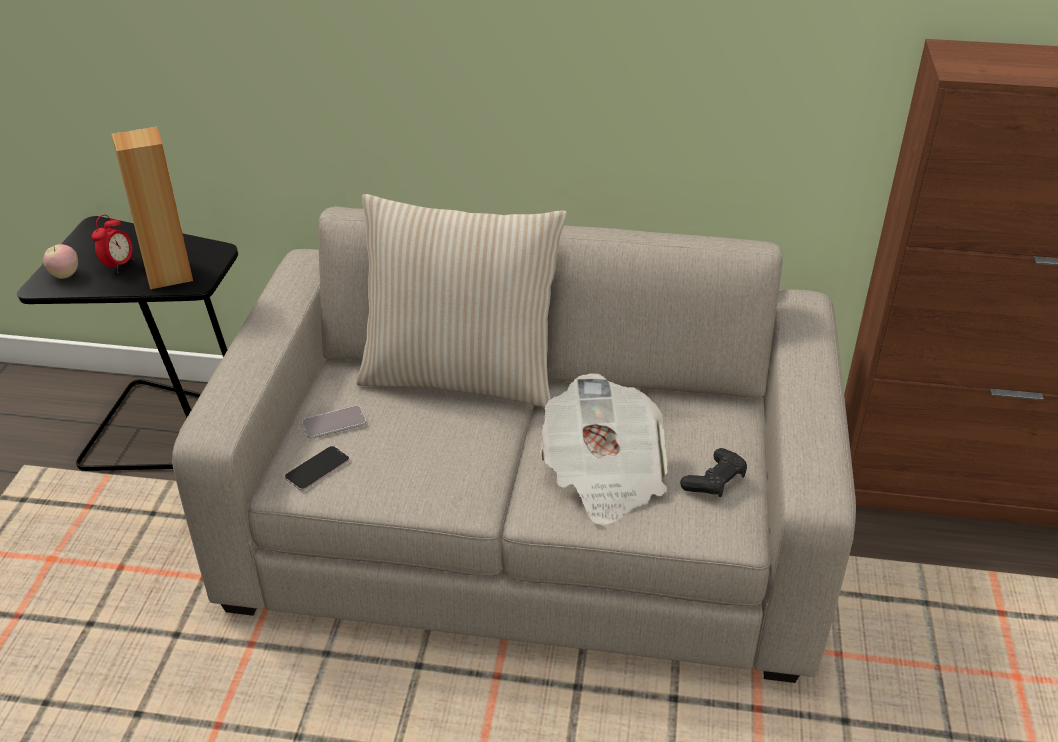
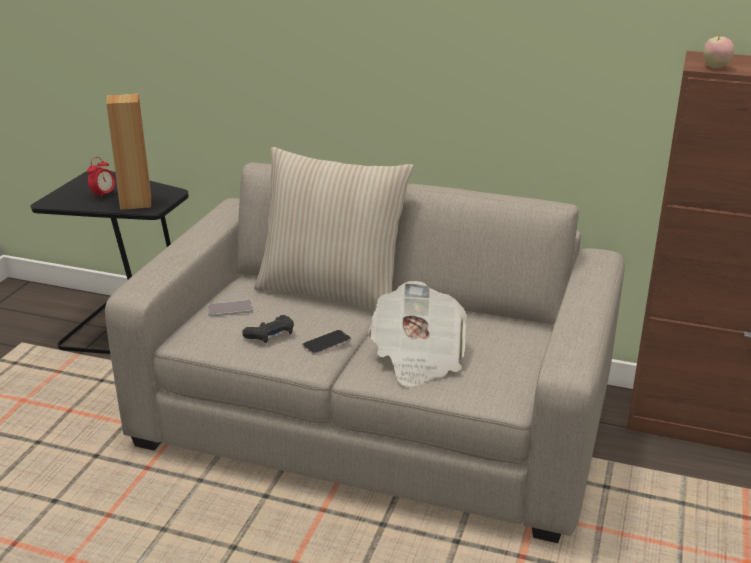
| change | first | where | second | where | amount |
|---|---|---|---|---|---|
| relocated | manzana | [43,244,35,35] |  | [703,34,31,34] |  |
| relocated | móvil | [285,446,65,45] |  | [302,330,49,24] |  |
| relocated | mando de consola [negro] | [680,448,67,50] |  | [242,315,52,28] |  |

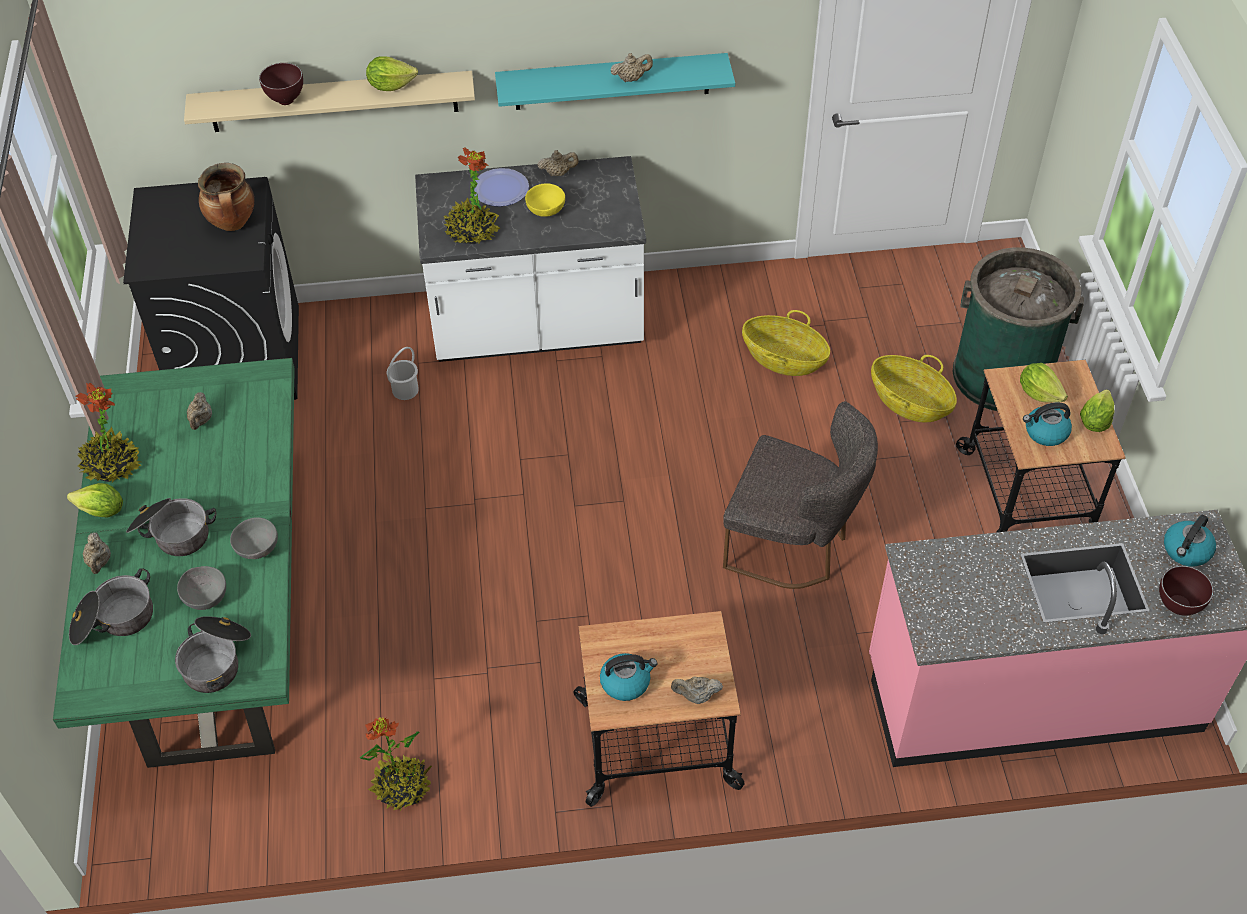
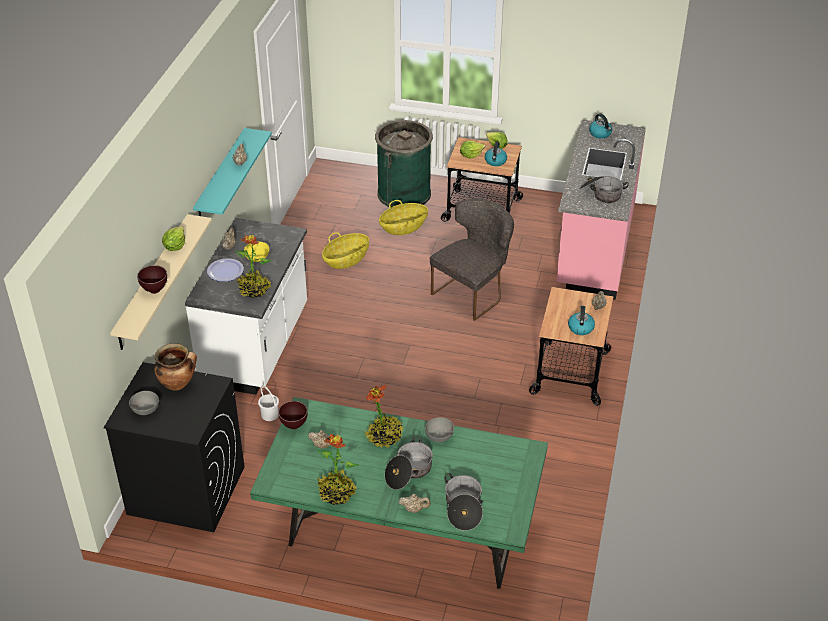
| change | first | where | second | where | amount |
|---|---|---|---|---|---|
| missing | lechuga | [67,483,56,34] |  |  |  |
| relocated | olla | [175,616,76,77] |  | [580,176,49,27] |  |
| relocated | cuenco [gris] | [177,566,49,44] |  | [129,391,30,24] |  |
| relocated | planta en maceta | [360,717,72,94] |  | [364,385,39,63] |  |
| relocated | cuenco [marrón] | [1159,566,55,50] |  | [278,401,30,28] |  |

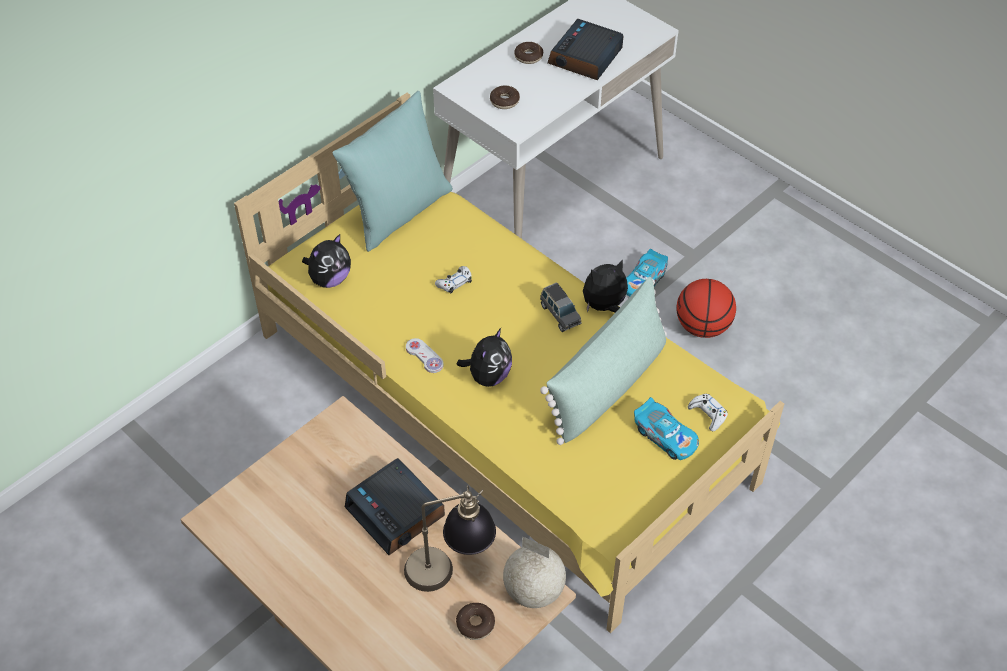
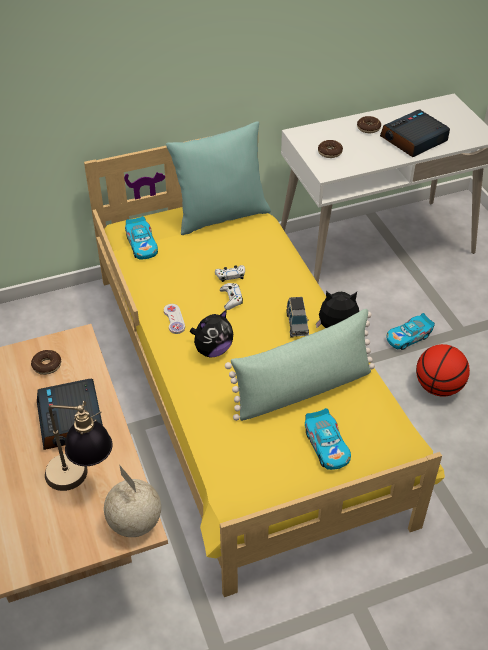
| change | first | where | second | where | amount |
|---|---|---|---|---|---|
| exchanged | peluche | [302,234,49,54] | coche de juguete | [125,216,33,44] |  |
| relocated | rosquilla | [456,603,39,37] |  | [31,350,30,25] |  |
| relocated | mando de consola [blanco] | [688,394,40,37] |  | [220,283,23,27] |  |

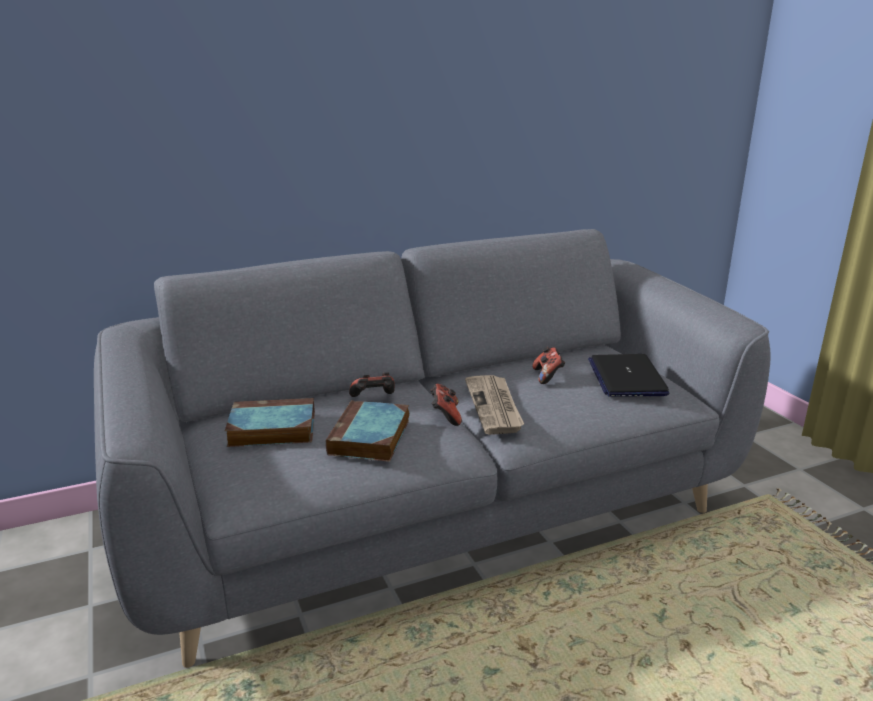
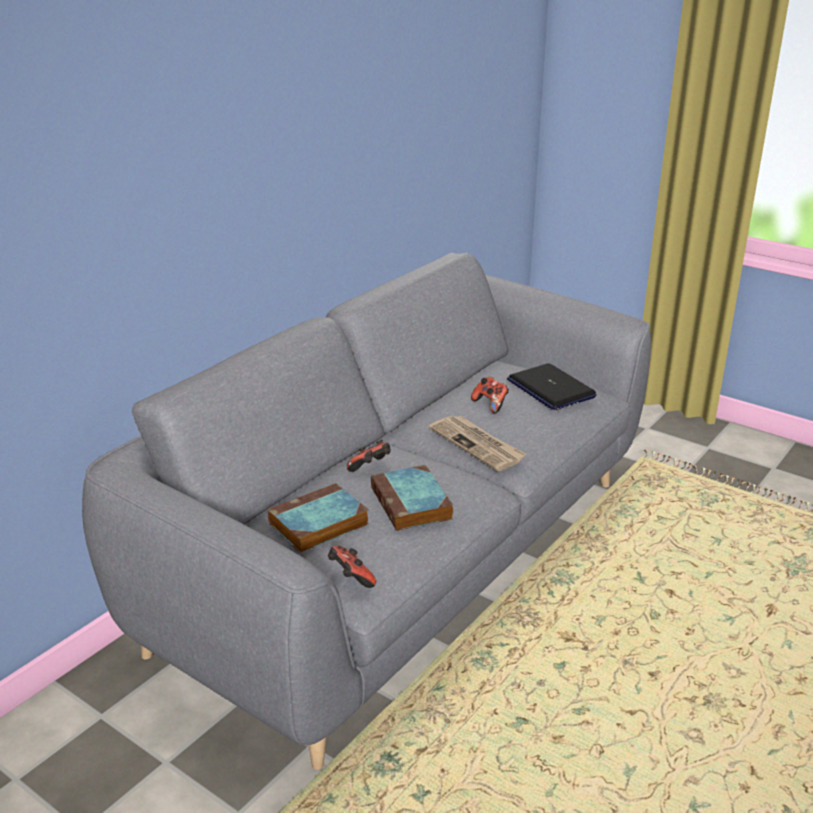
| change | first | where | second | where | amount |
|---|---|---|---|---|---|
| relocated | mando de consola | [430,384,32,42] |  | [328,546,48,42] |  |

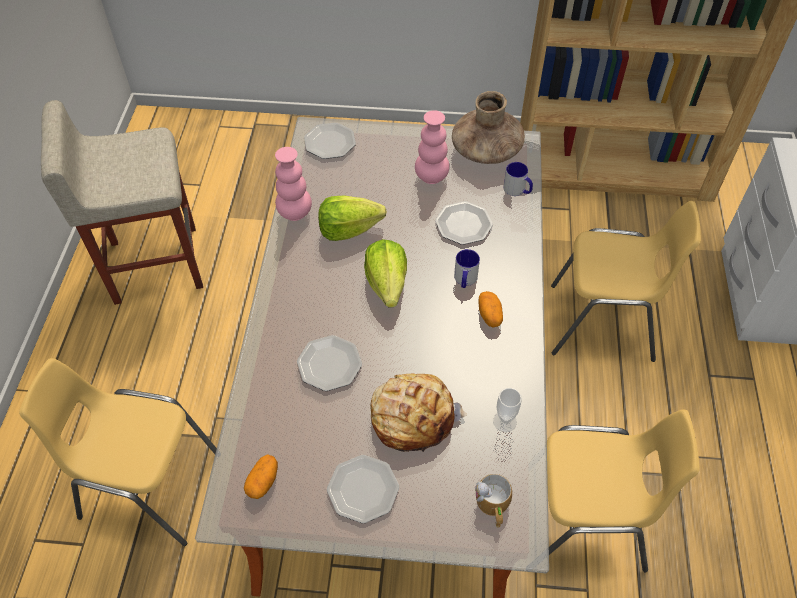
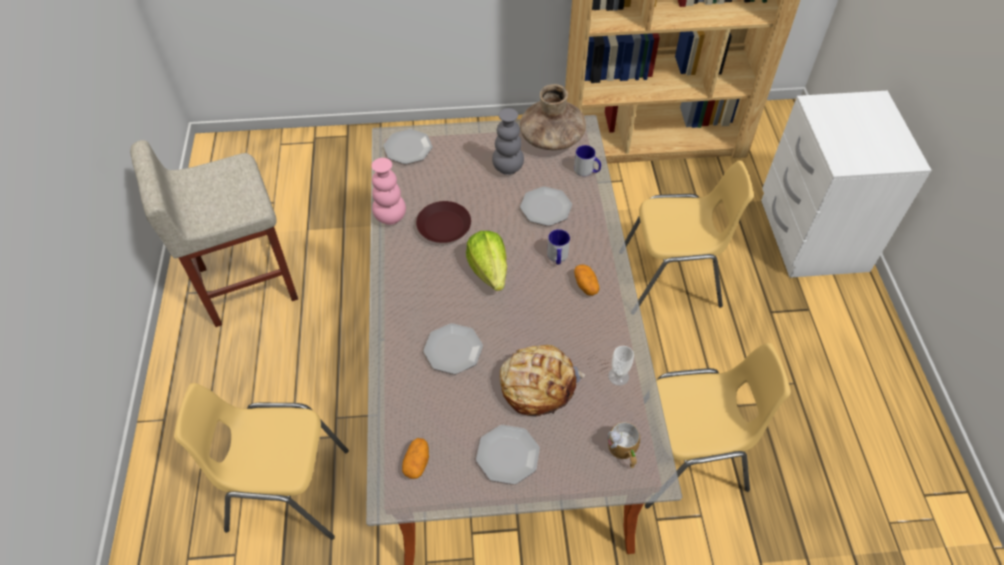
| change | first | where | second | where | amount |
|---|---|---|---|---|---|
| exchanged | lechuga | [318,195,69,46] | plato [marrón] | [416,201,55,42] |  |
| colour | florero [rosa] | [415,110,35,74] | florero [gris] | [492,108,32,67] |  |

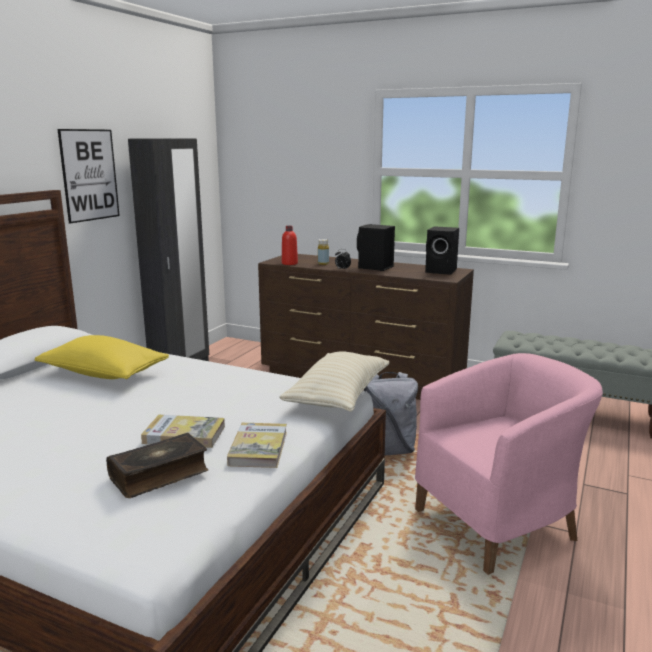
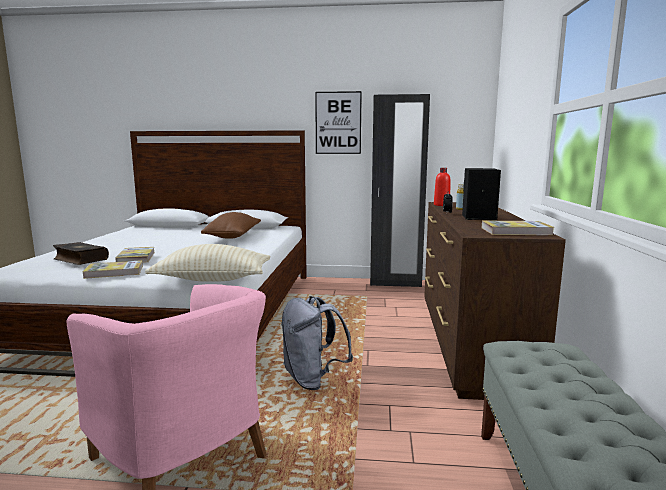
| change | first | where | second | where | amount |
|---|---|---|---|---|---|
| colour | cojín [amarillo] | [34,335,135,44] | cojín [marrón] | [201,212,60,27] |  |
| exchanged | altavoz [negro] | [425,226,34,48] | libro | [482,221,72,14] |  |

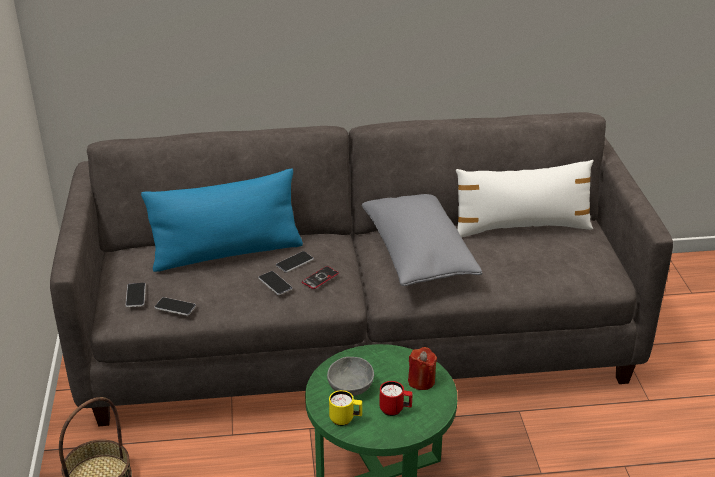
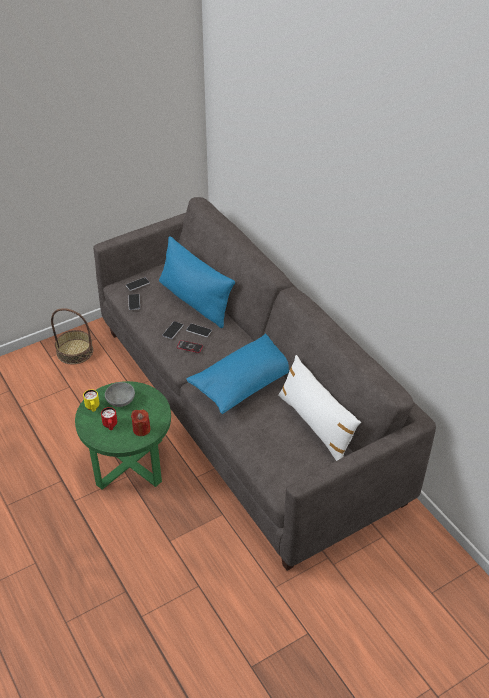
| change | first | where | second | where | amount |
|---|---|---|---|---|---|
| colour | cojín [gris] | [362,194,121,92] | cojín [azul] | [186,334,103,80] |  |

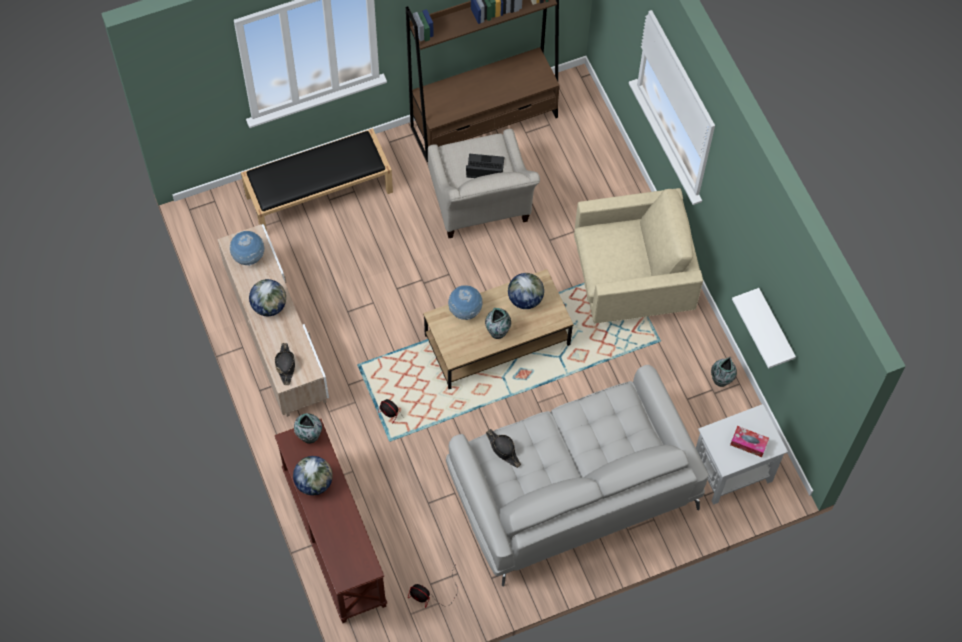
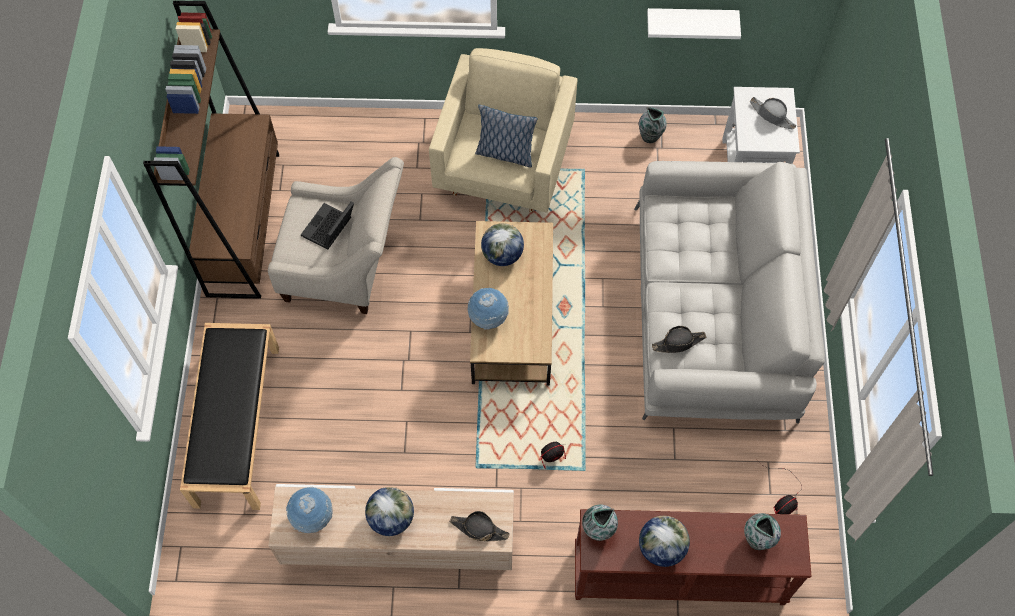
| change | first | where | second | where | amount |
|---|---|---|---|---|---|
| relocated | florero | [485,308,26,31] |  | [744,513,37,37] |  |
| exchanged | caja de pañuelos | [730,426,39,31] | sombrero [gris] | [750,97,46,33] |  |
| appeared |  |  | cojín | [475,104,62,64] |  |

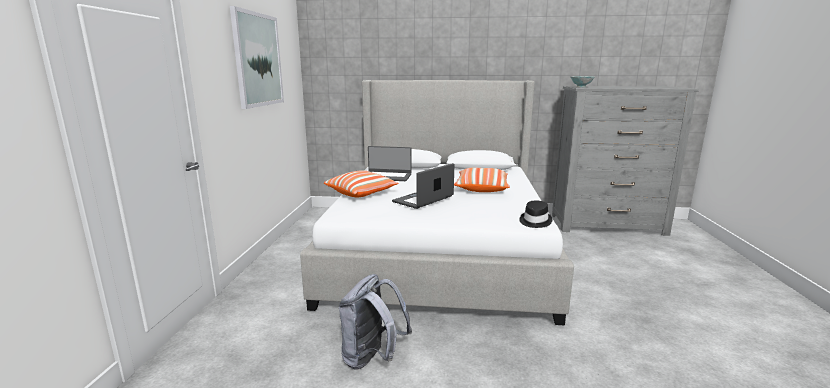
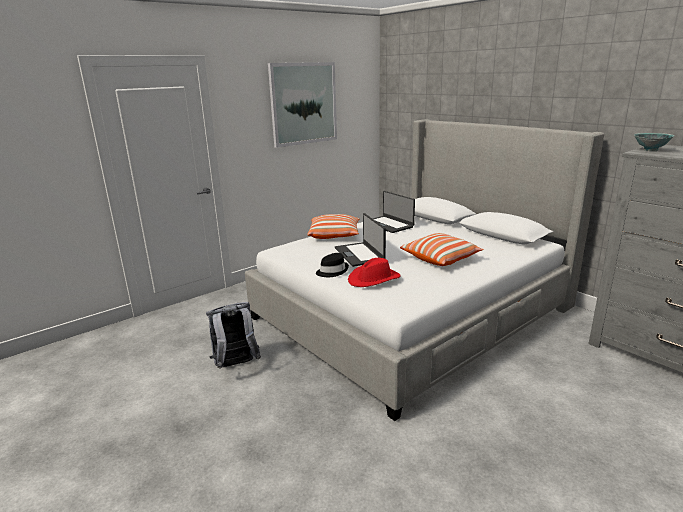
| change | first | where | second | where | amount |
|---|---|---|---|---|---|
| spun | portátil | [392,163,62,46] |  | [335,213,51,54] | 105 degrees counterclockwise |
| relocated | sombrero [negro] | [519,201,33,27] |  | [316,253,33,24] |  |
| appeared |  |  | sombrero [rojo] | [348,258,52,29] |  |

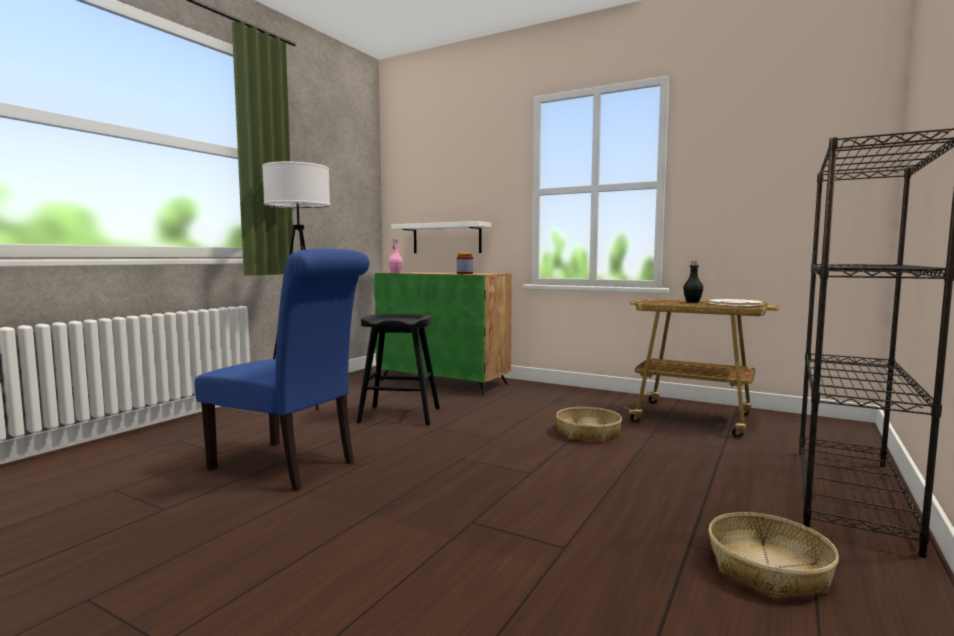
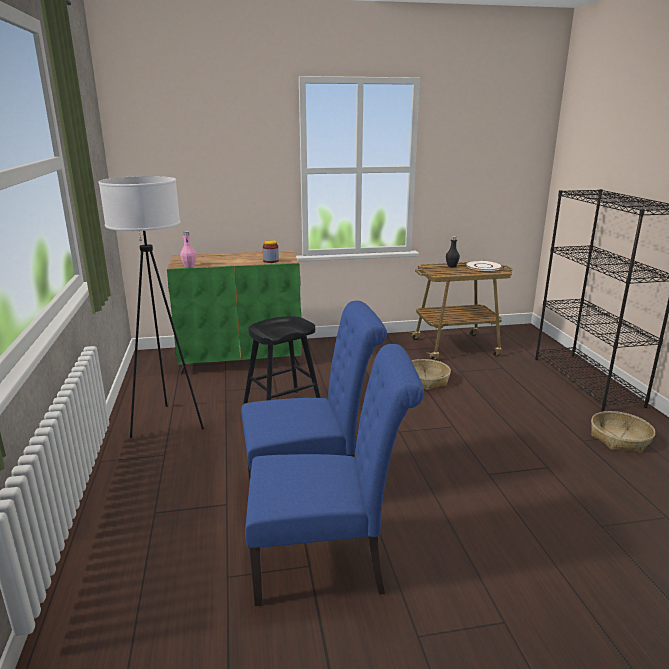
| change | first | where | second | where | amount |
|---|---|---|---|---|---|
| missing | estante [blanco] | [391,221,100,32] |  |  |  |
| appeared |  |  | silla [azul] | [245,344,179,262] |  |

